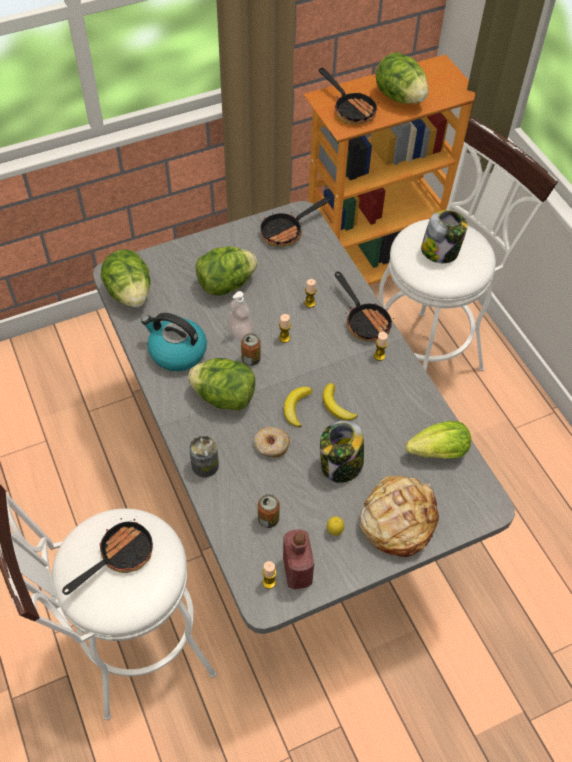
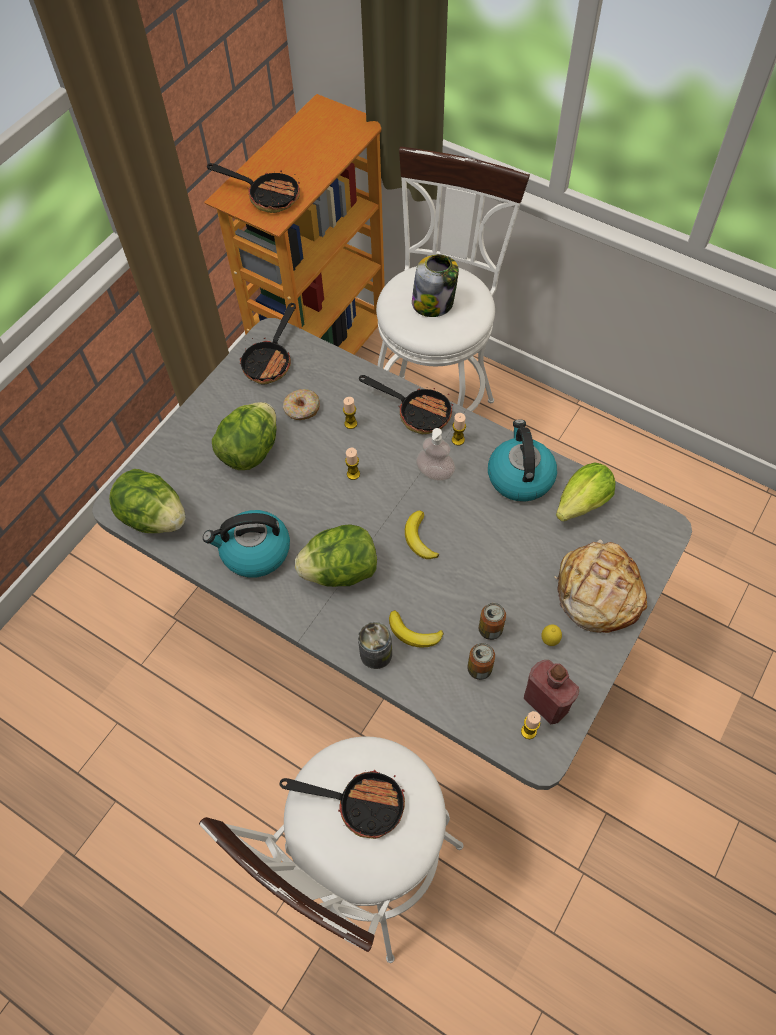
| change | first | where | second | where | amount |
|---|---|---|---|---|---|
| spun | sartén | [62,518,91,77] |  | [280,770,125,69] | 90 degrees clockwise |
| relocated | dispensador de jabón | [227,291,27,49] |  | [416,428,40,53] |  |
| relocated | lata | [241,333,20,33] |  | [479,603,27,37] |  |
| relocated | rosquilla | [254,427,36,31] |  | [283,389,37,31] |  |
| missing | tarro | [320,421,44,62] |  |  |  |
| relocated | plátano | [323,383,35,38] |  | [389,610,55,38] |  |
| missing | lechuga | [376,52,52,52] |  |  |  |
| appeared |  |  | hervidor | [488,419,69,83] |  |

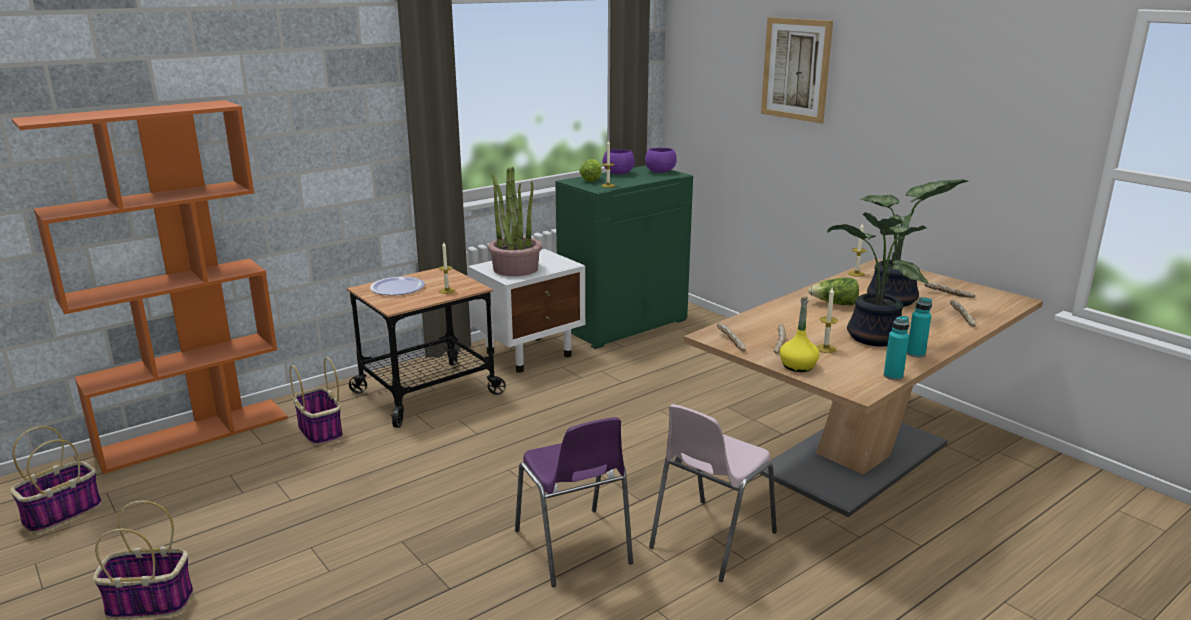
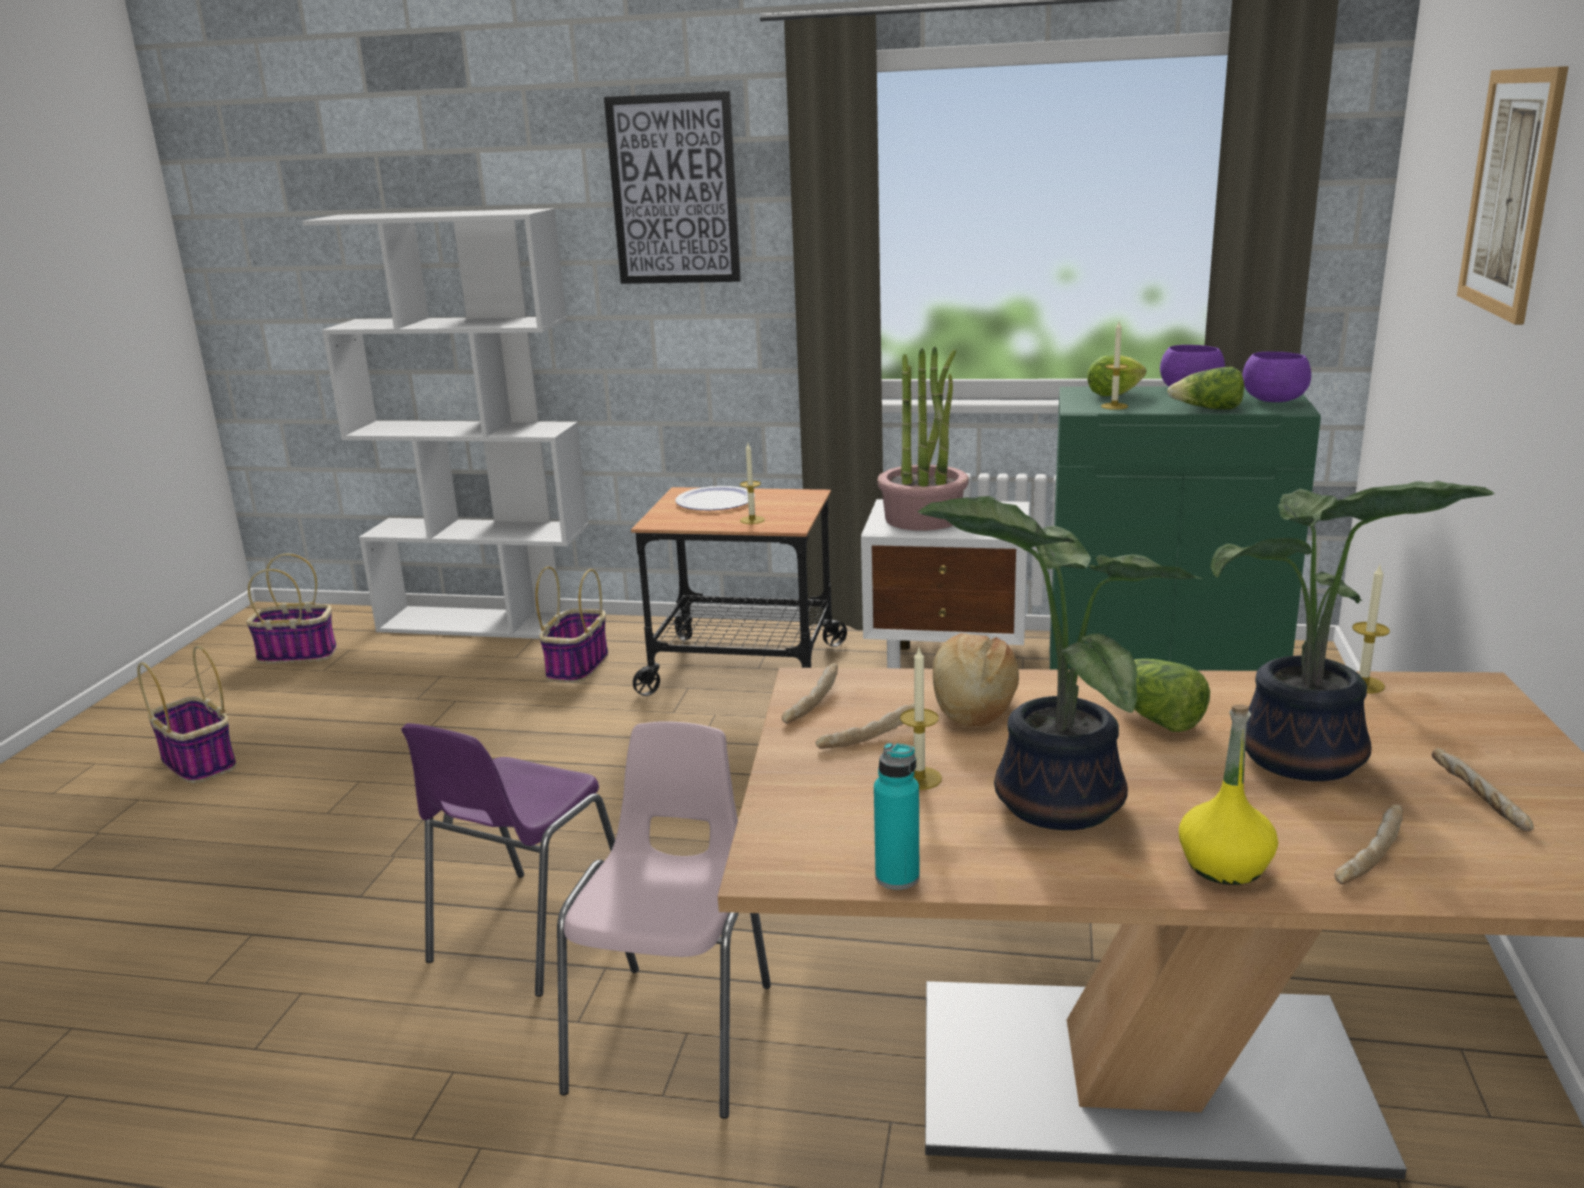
| change | first | where | second | where | amount |
|---|---|---|---|---|---|
| colour | estantería [naranja] | [12,100,276,374] | estantería [blanco] | [302,208,287,431] |  |
| spun | silla [rosa] | [649,404,128,178] |  | [557,721,214,398] | 105 degrees clockwise |
| relocated | botella [amarillo] | [780,296,40,76] |  | [1179,704,99,181] |  |
| missing | botella [turquesa] | [907,297,25,61] |  |  |  |
| appeared |  |  | cuadro | [604,91,137,193] |  |
| appeared |  |  | pan | [933,633,86,93] |  |
| appeared |  |  | lechuga | [1167,367,77,42] |  |

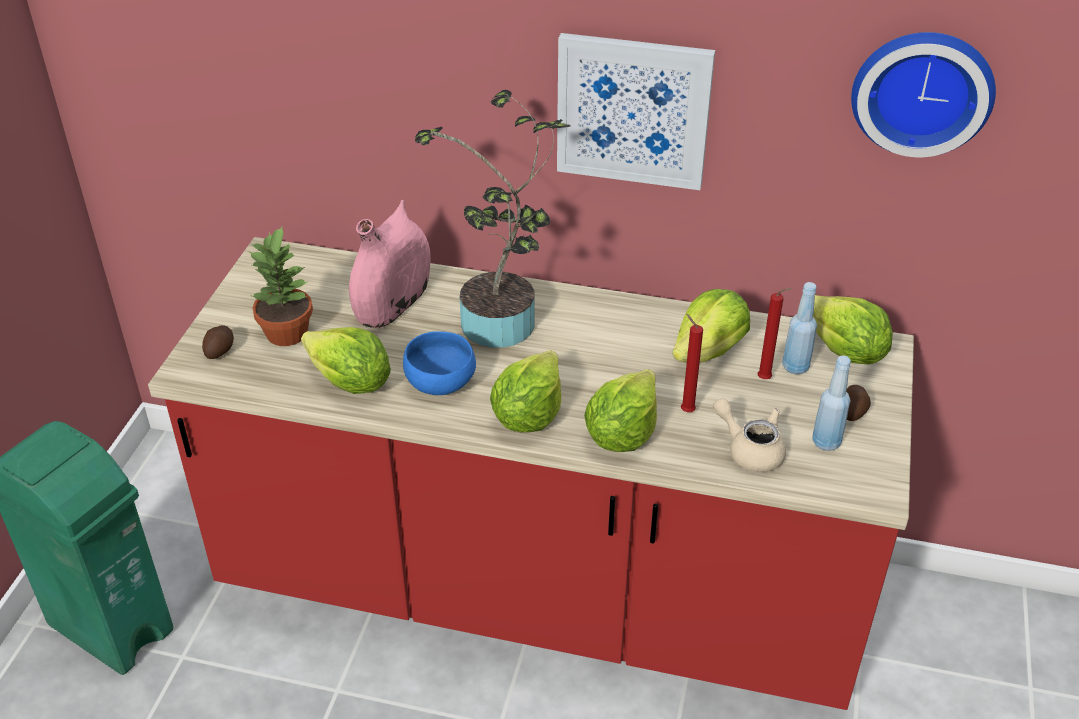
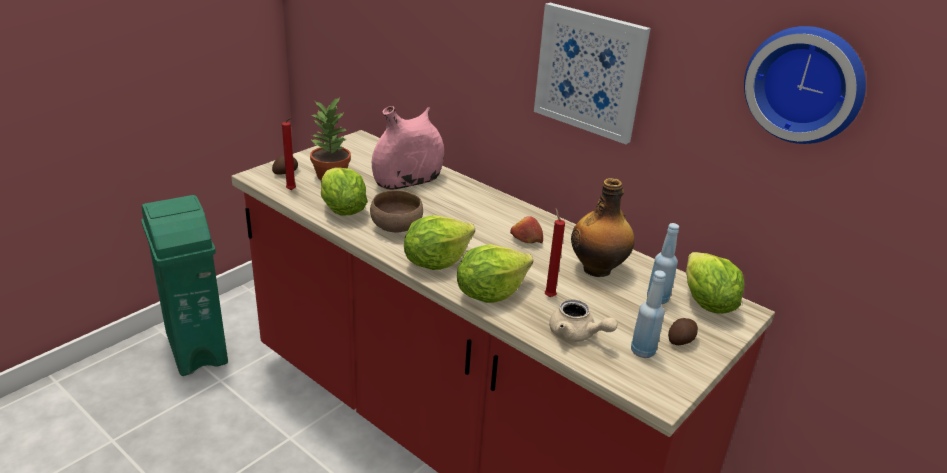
| change | first | where | second | where | amount |
|---|---|---|---|---|---|
| colour | cuenco [azul] | [403,331,73,64] | cuenco [marrón] | [370,190,53,43] |  |
| missing | planta en maceta | [415,90,156,258] |  |  |  |
| exchanged | lechuga | [672,289,78,74] | botella | [571,178,64,99] |  |
| spun | tetera [beis] | [713,398,73,74] |  | [549,299,69,43] | 150 degrees clockwise |
| relocated | vela [rojo] | [758,288,34,91] |  | [282,118,14,72] |  |
| appeared |  |  | manzana | [510,216,33,27] |  |

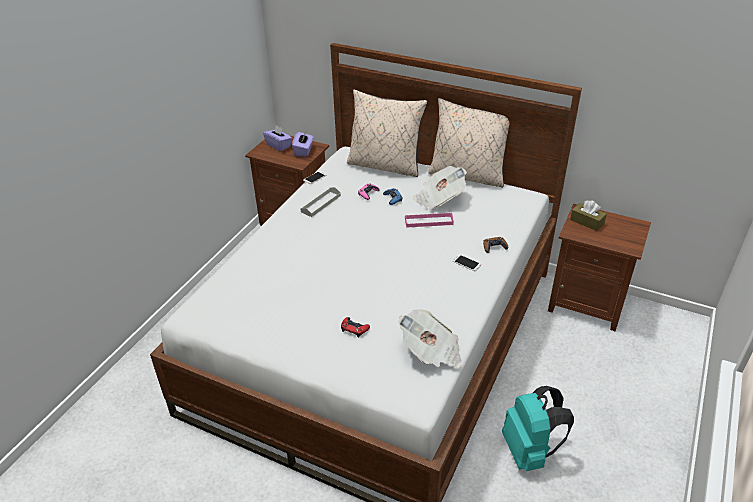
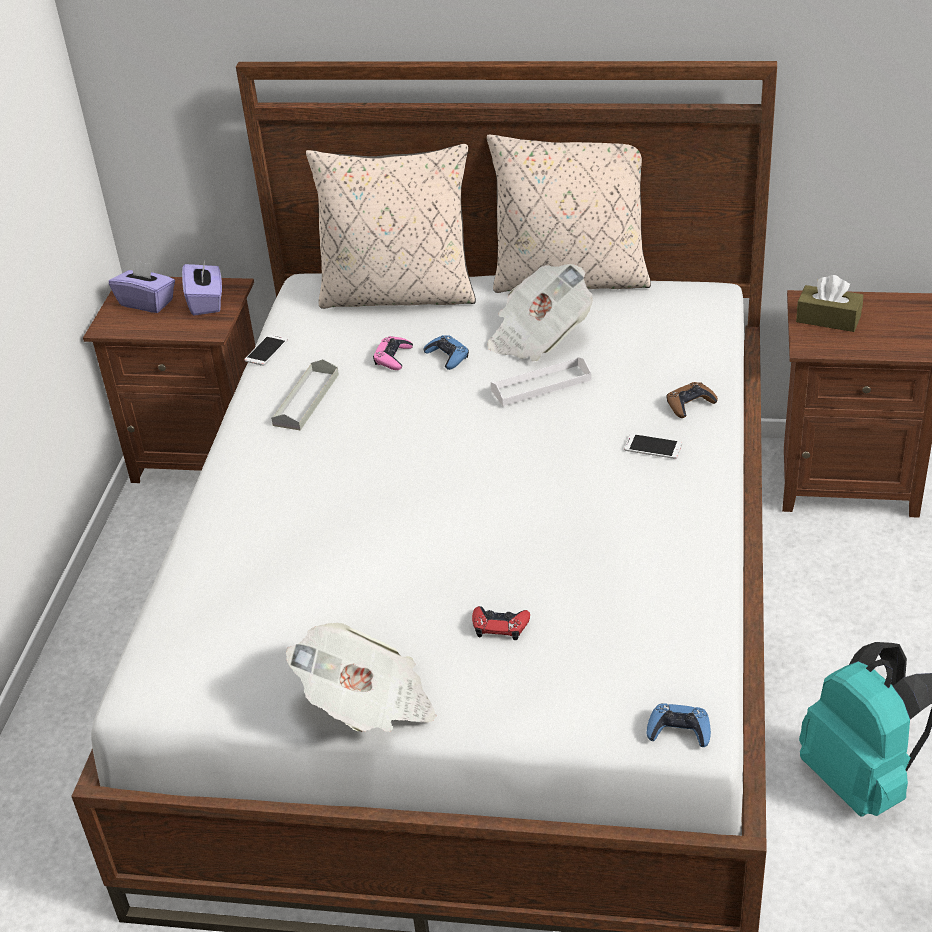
| change | first | where | second | where | amount |
|---|---|---|---|---|---|
| relocated | periódico | [398,310,64,58] |  | [286,623,151,109] |  |
| colour | bandeja [rosa] | [405,213,48,15] | bandeja [blanco] | [491,357,100,49] |  |
| appeared |  |  | mando de consola [azul] | [647,703,64,44] |  |

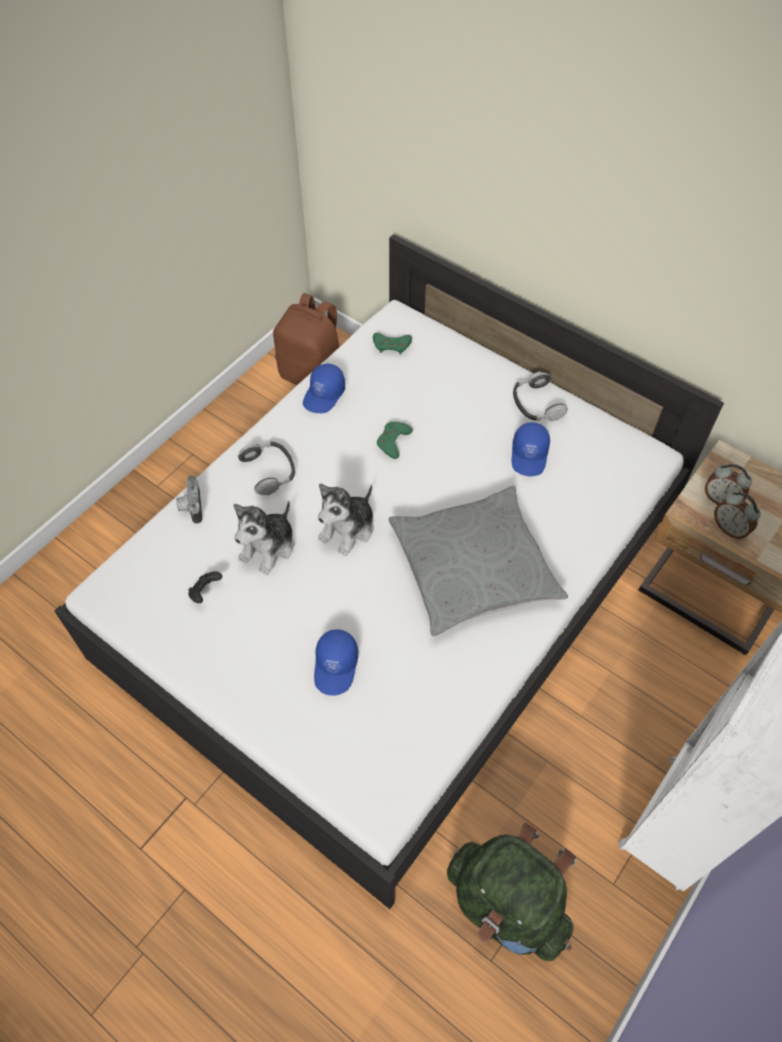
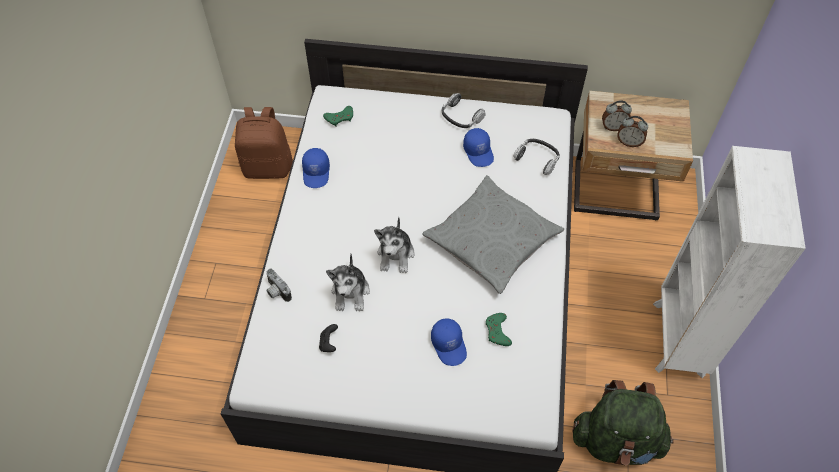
| change | first | where | second | where | amount |
|---|---|---|---|---|---|
| relocated | auriculares | [238,441,57,54] |  | [513,139,47,36] |  |
| relocated | mando de consola [verde] | [377,422,36,37] |  | [486,313,26,33] |  |

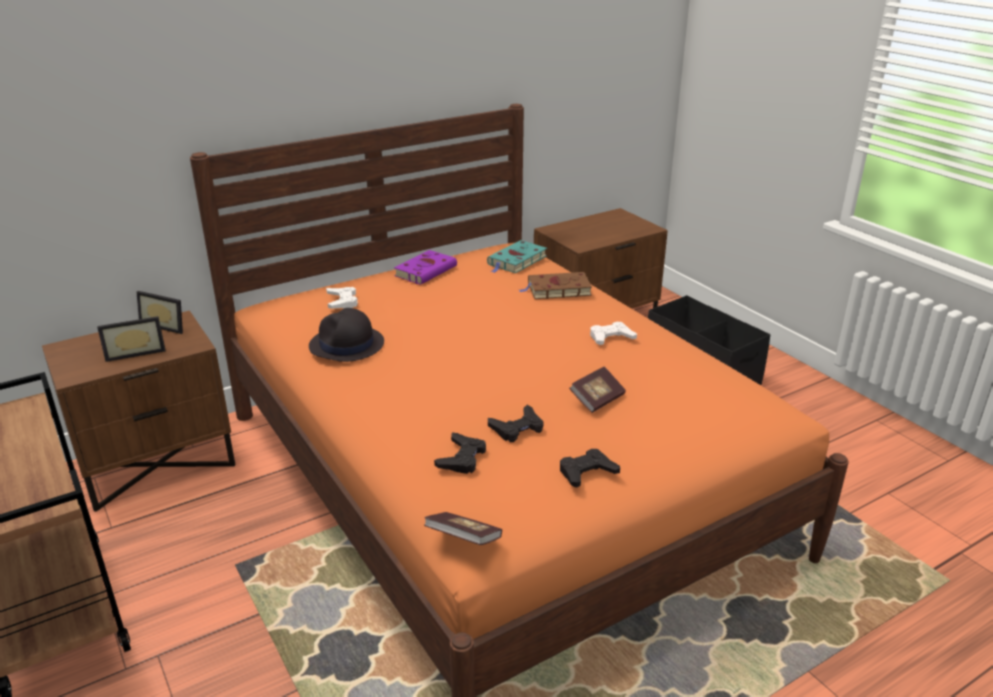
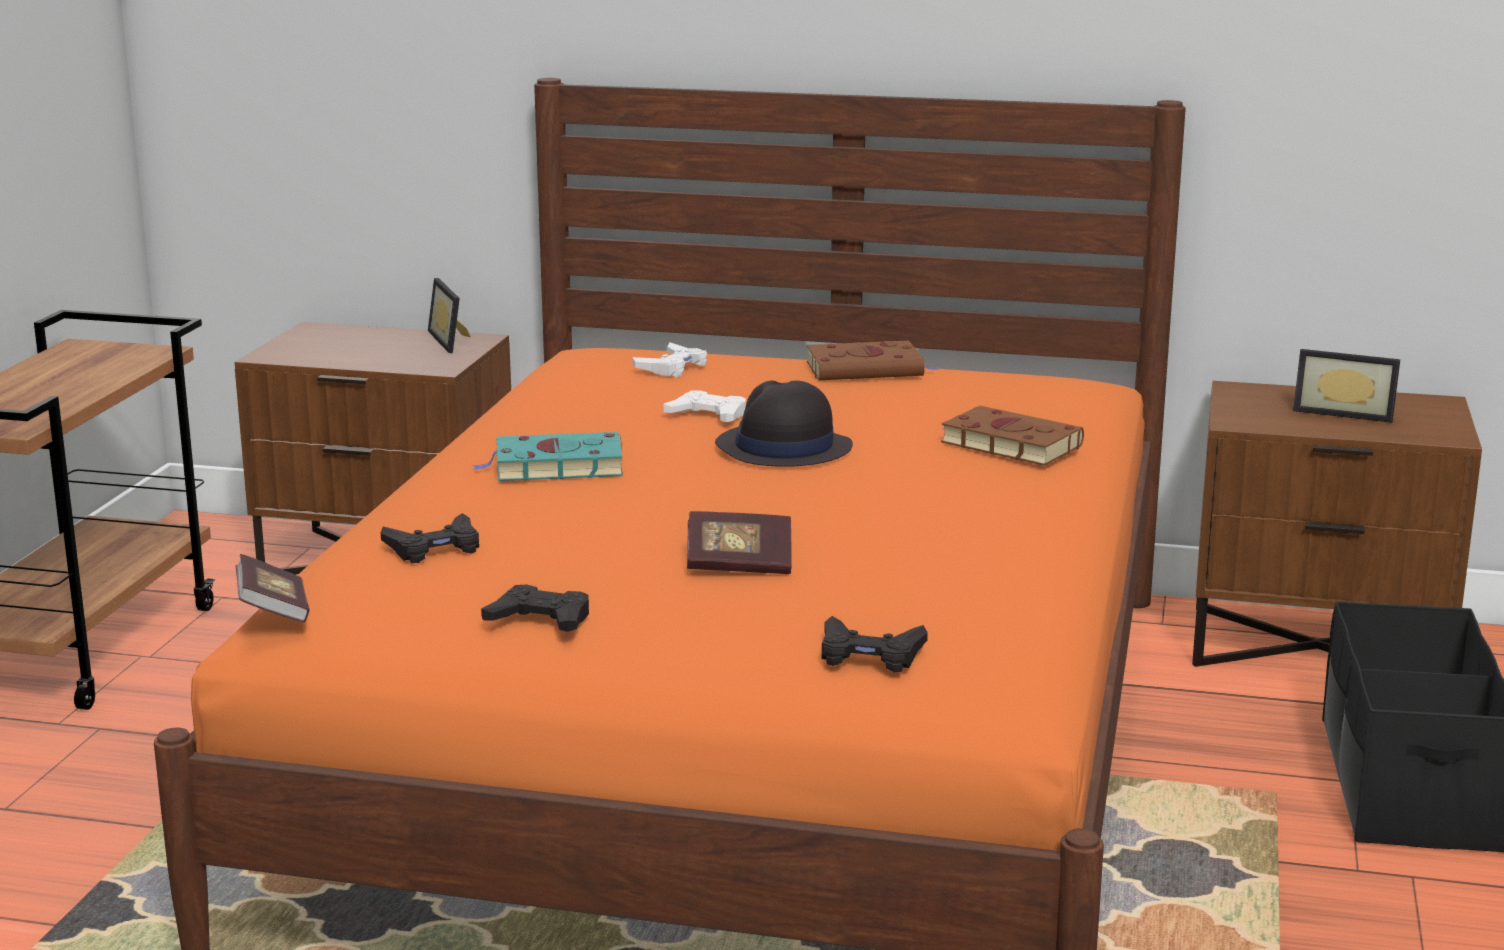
| change | first | where | second | where | amount |
|---|---|---|---|---|---|
| relocated | portarretratos | [97,316,69,46] |  | [1293,349,107,74] |  |
| relocated | sombrero [negro] | [309,308,75,54] |  | [715,381,138,86] |  |
| colour | libro [morado] | [394,250,63,35] | libro [marrón] | [807,340,130,40] |  |
| relocated | libro [turquesa] | [487,240,60,33] |  | [473,432,150,49] |  |
| relocated | mando de consola [negro] | [488,405,56,37] |  | [822,616,106,56] |  |
| relocated | mando de consola [blanco] | [590,322,47,23] |  | [663,390,83,32] |  |

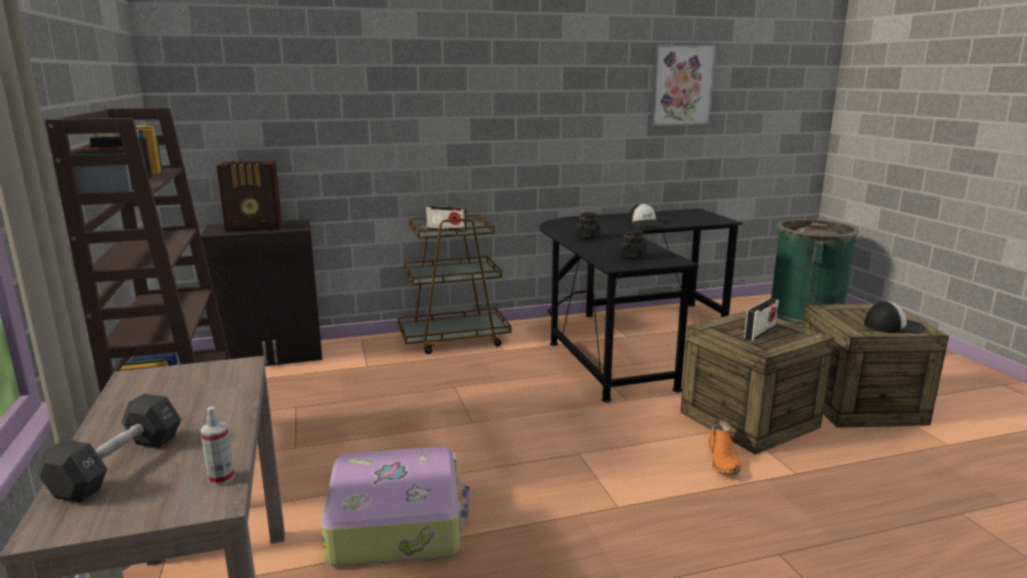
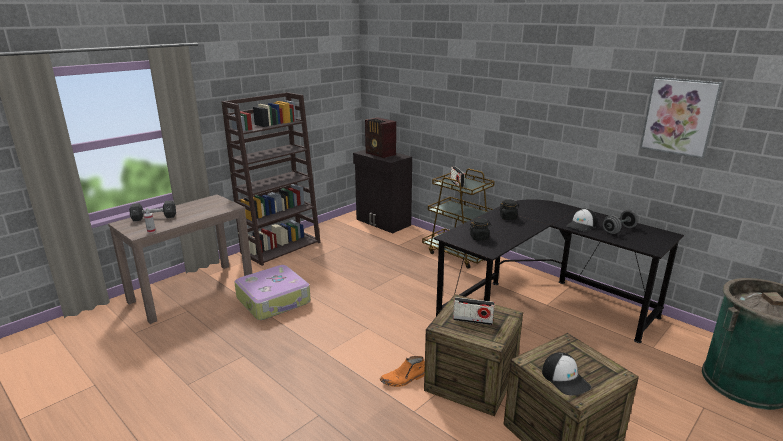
| change | first | where | second | where | amount |
|---|---|---|---|---|---|
| appeared |  |  | mancuerna [gris] | [603,210,36,24] |  |

